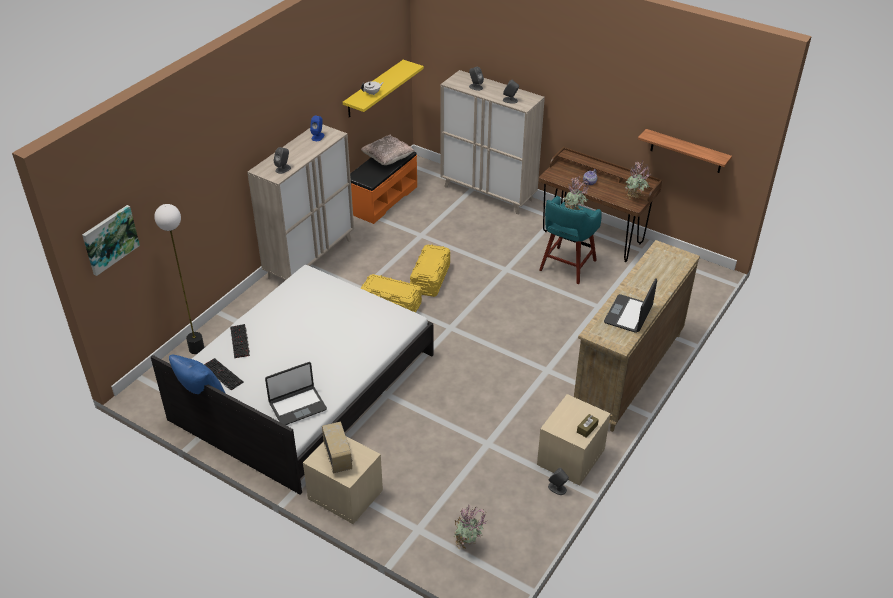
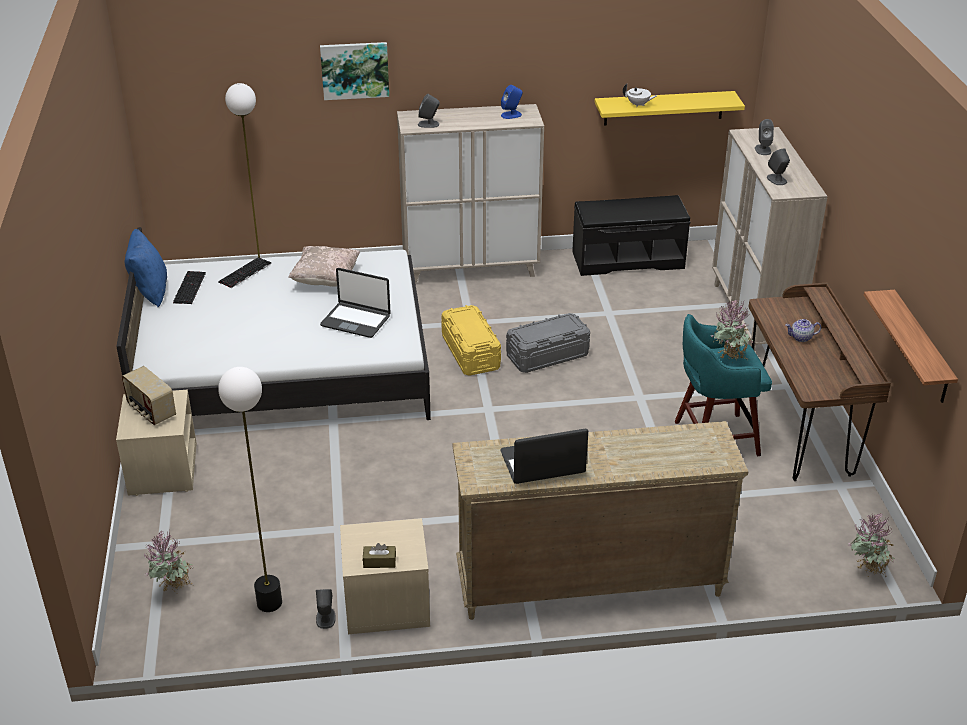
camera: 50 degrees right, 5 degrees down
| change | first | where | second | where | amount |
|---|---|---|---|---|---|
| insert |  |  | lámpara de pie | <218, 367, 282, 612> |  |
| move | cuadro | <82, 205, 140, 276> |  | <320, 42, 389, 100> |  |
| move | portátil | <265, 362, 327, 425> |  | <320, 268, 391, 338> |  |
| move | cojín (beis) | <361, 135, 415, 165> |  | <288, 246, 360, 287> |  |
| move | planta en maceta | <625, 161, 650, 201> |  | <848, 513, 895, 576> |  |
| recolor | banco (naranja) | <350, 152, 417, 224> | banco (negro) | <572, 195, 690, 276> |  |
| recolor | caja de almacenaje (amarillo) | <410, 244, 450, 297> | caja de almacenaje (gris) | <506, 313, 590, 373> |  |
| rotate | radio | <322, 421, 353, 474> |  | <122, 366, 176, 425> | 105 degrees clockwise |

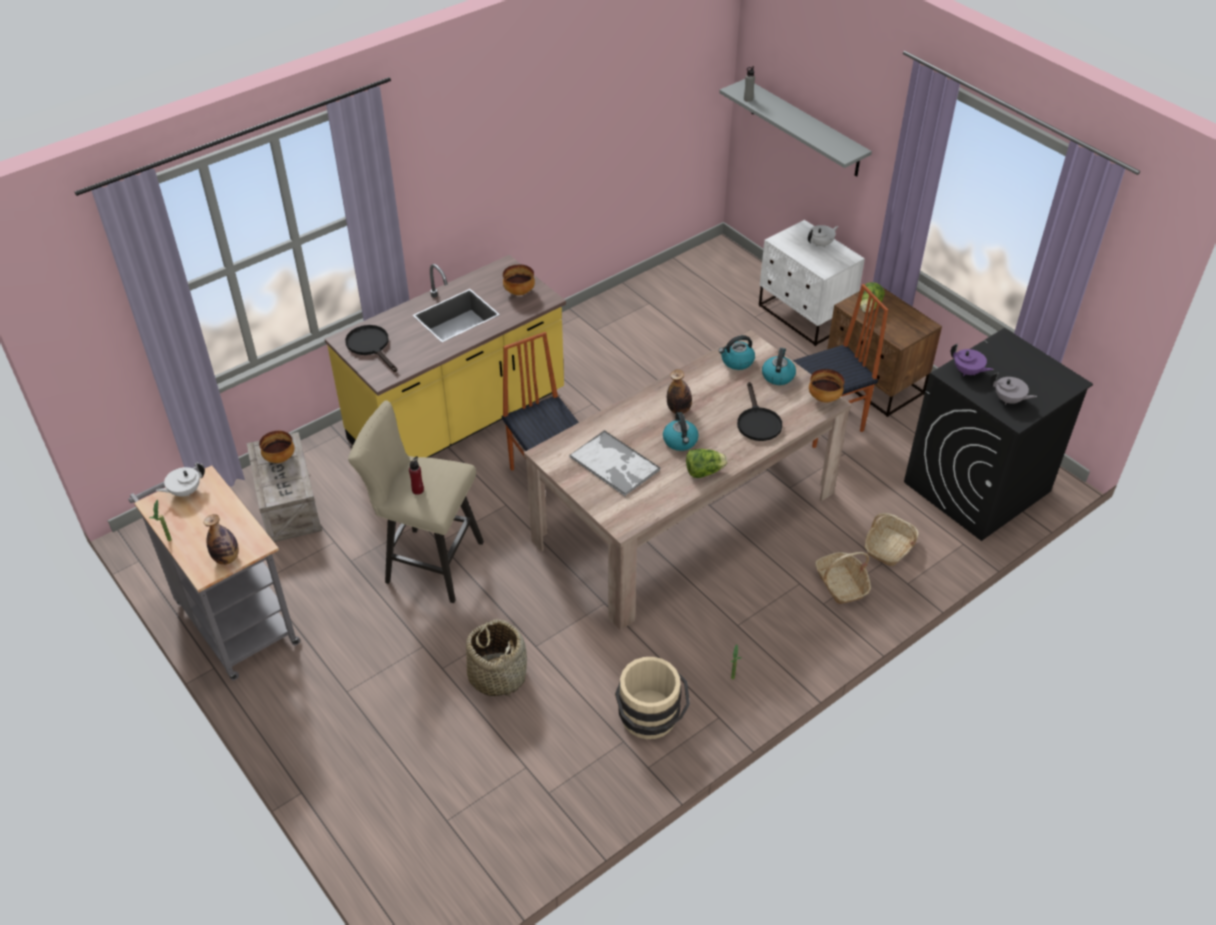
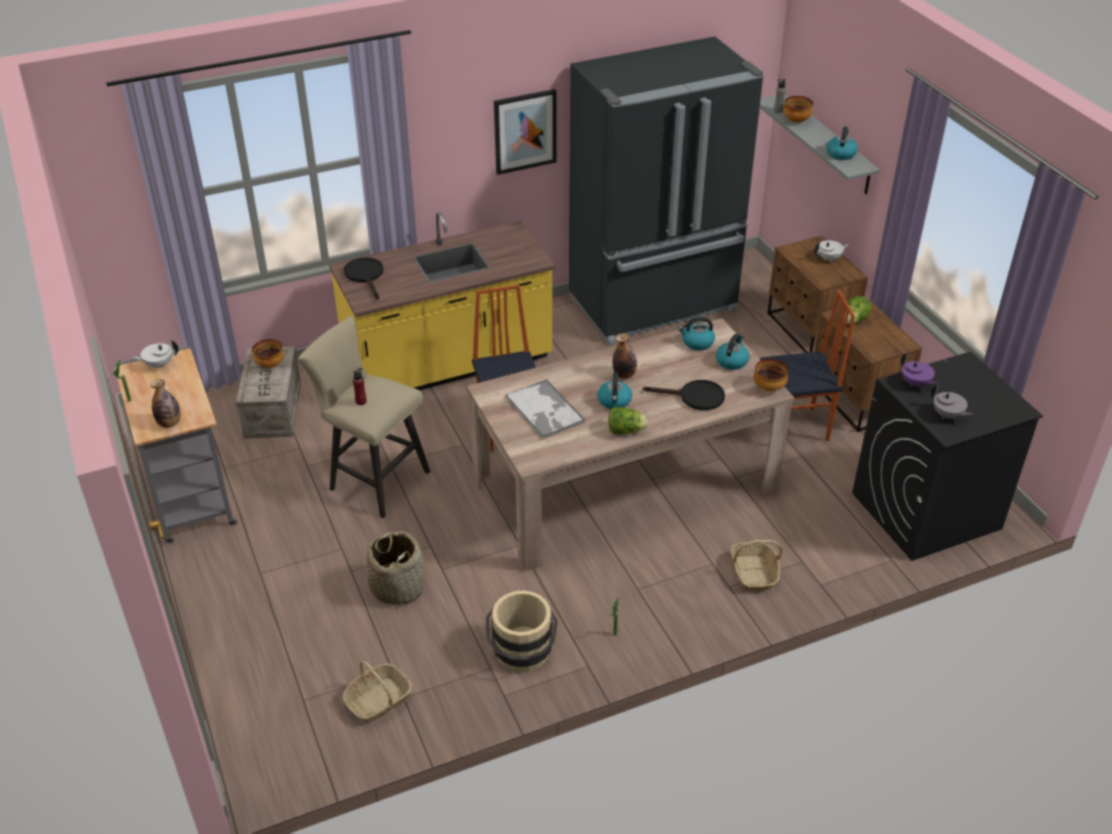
camera: 15 degrees right, 5 degrees down
| change | first | where | second | where | amount |
|---|---|---|---|---|---|
| insert |  |  | cuadro | <494, 89, 556, 175> |  |
| insert |  |  | nevera (negro) | <569, 36, 764, 345> |  |
| insert |  |  | hervidor | <827, 126, 858, 160> |  |
| move | cuenco | <503, 264, 535, 295> |  | <783, 96, 813, 123> |  |
| move | cesta | <865, 513, 919, 566> |  | <342, 661, 412, 723> |  |
| recolor | mesita de noche (blanco) | <759, 220, 865, 346> | mesita de noche (marrón) | <768, 236, 868, 353> |  |
| rotate | sartén (negro) | <737, 382, 782, 441> |  | <643, 380, 725, 410> | 90 degrees counterclockwise |

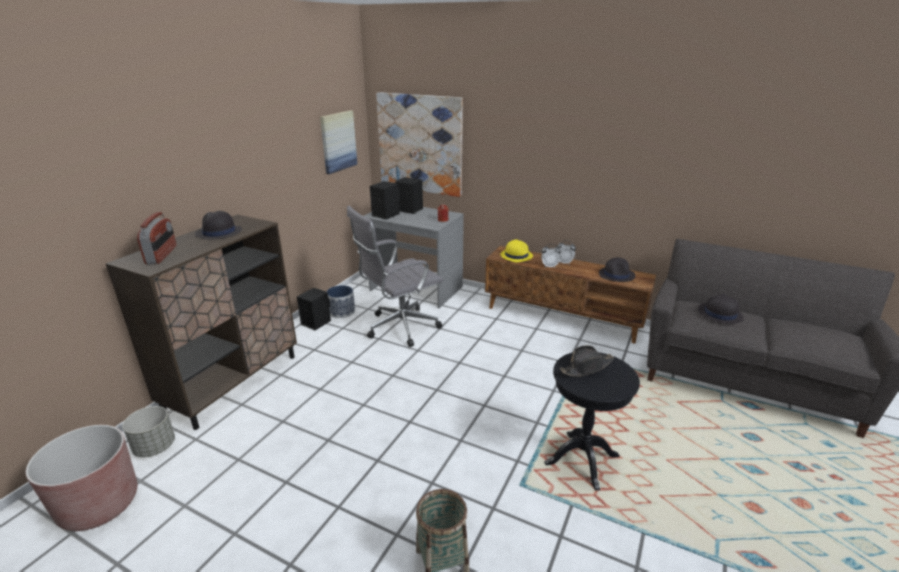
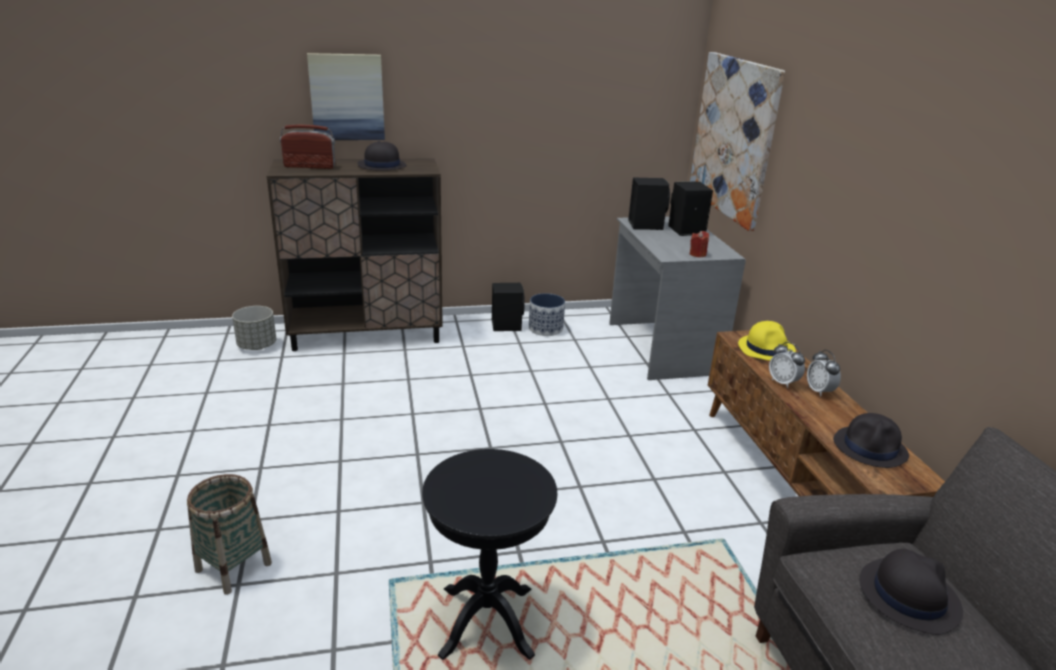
camera: 50 degrees right, 0 degrees up
| change | first | where | second | where | amount |
|---|---|---|---|---|---|
| delete | maceta (marrón) | <25, 425, 137, 531> |  |  |  |
| delete | silla de oficina (gris) | <347, 206, 443, 347> |  |  |  |
| delete | sombrero (negro) | <560, 345, 614, 377> |  |  |  |
| move | cuadro | <320, 111, 357, 174> |  | <307, 53, 385, 140> |  |
| rotate | radio | <137, 212, 176, 265> |  | <280, 125, 336, 169> | 135 degrees counterclockwise |

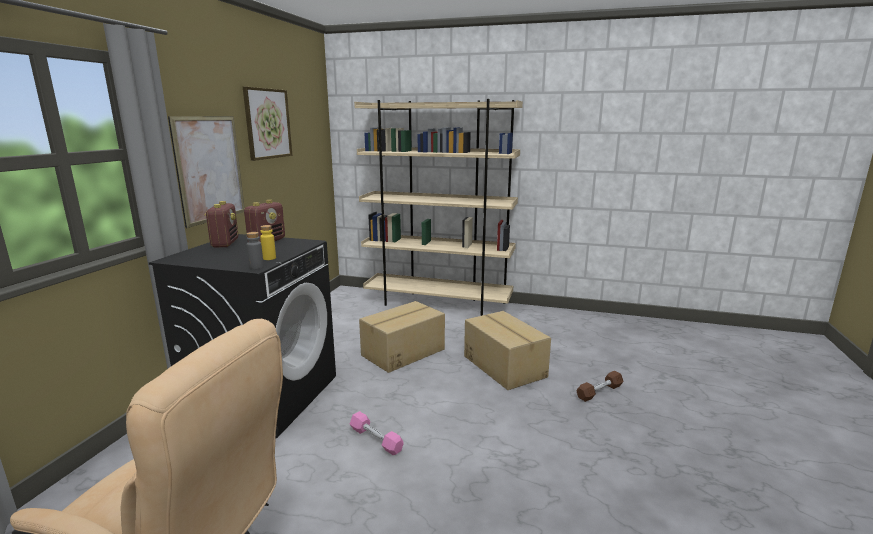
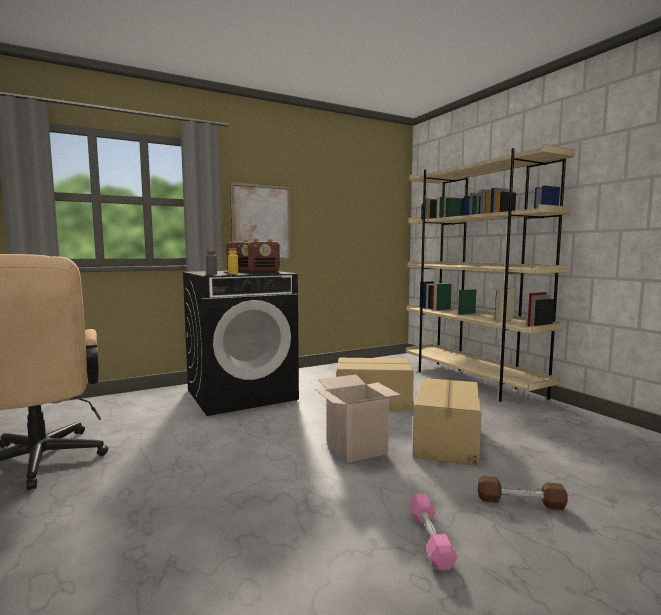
camera: 45 degrees right, 10 degrees down
| change | first | where | second | where | amount |
|---|---|---|---|---|---|
| delete | cuadro | <243, 87, 292, 161> |  |  |  |
| insert |  |  | caja de cartón | <315, 375, 401, 463> |  |
| move | mancuerna (rosa) | <350, 411, 404, 455> |  | <409, 494, 458, 570> |  |

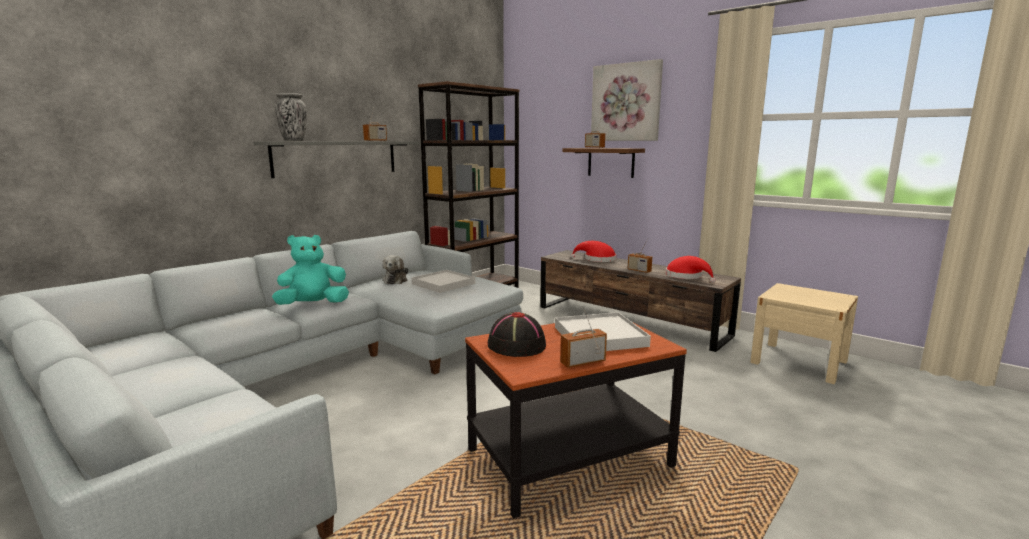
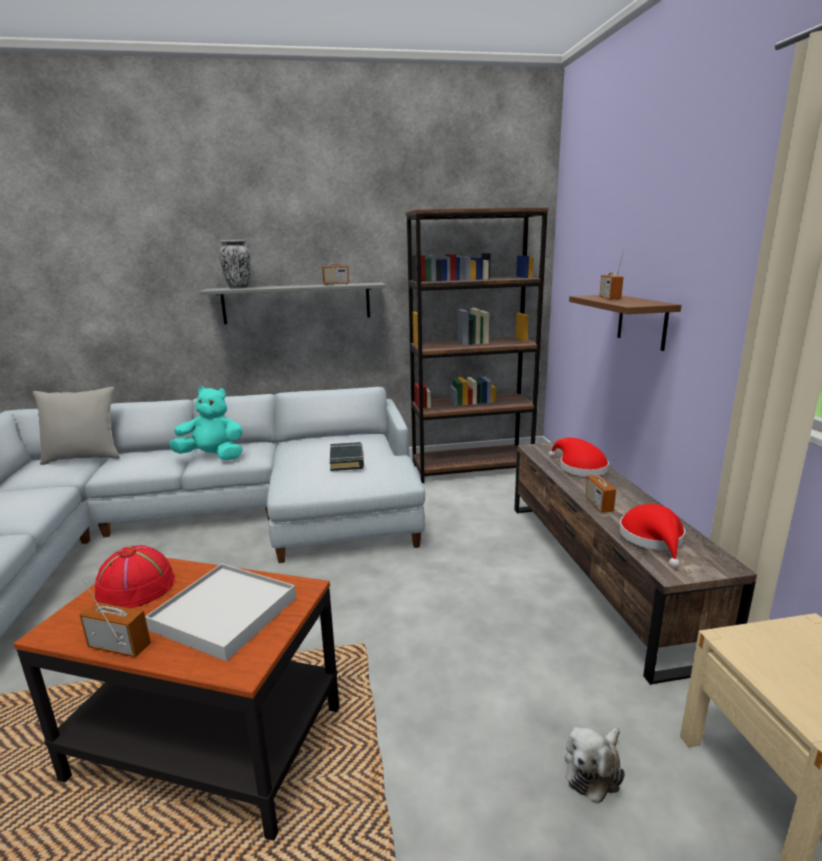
camera: 40 degrees right, 5 degrees up
| change | first | where | second | where | amount |
|---|---|---|---|---|---|
| delete | cuadro | <591, 59, 663, 141> |  |  |  |
| insert |  |  | cojín (gris) | <33, 387, 120, 465> |  |
| move | peluche | <382, 255, 408, 284> |  | <565, 727, 625, 804> |  |
| replace | bandeja (blanco) | <412, 270, 475, 293> | libro (negro) | <330, 442, 364, 471> |  |
| recolor | sombrero (negro) | <487, 312, 546, 357> | sombrero (rojo) | <95, 545, 175, 608> |  |

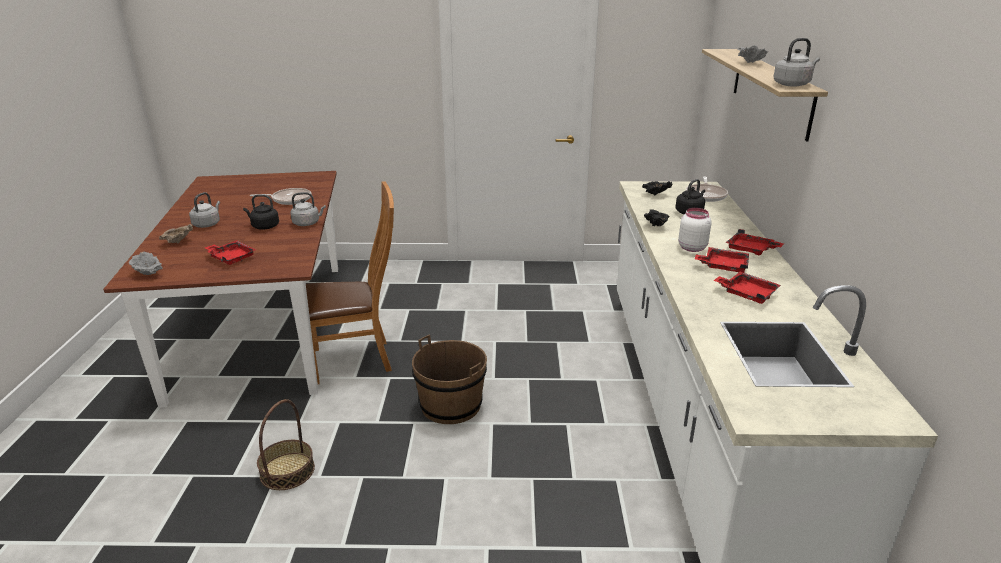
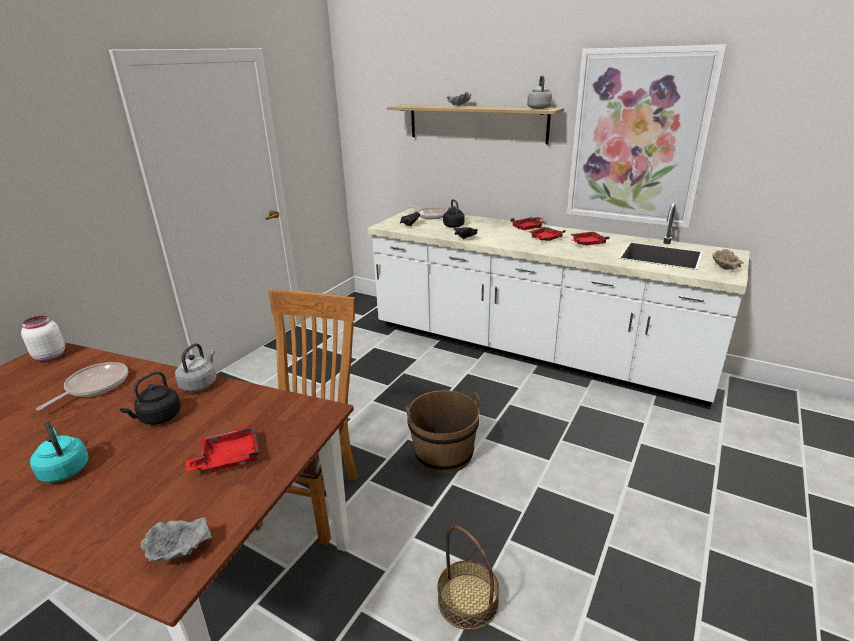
camera: 60 degrees left, 0 degrees up
| change | first | where | second | where | amount |
|---|---|---|---|---|---|
| insert |  |  | cuadro | <567, 44, 727, 228> |  |
| move | cuenco (beis) | <159, 224, 193, 243> |  | <712, 249, 744, 270> |  |
| move | tarro (blanco) | <678, 208, 712, 252> |  | <21, 315, 65, 361> |  |
| recolor | hervidor (gris) | <189, 192, 220, 228> | hervidor (turquesa) | <30, 421, 89, 482> |  |

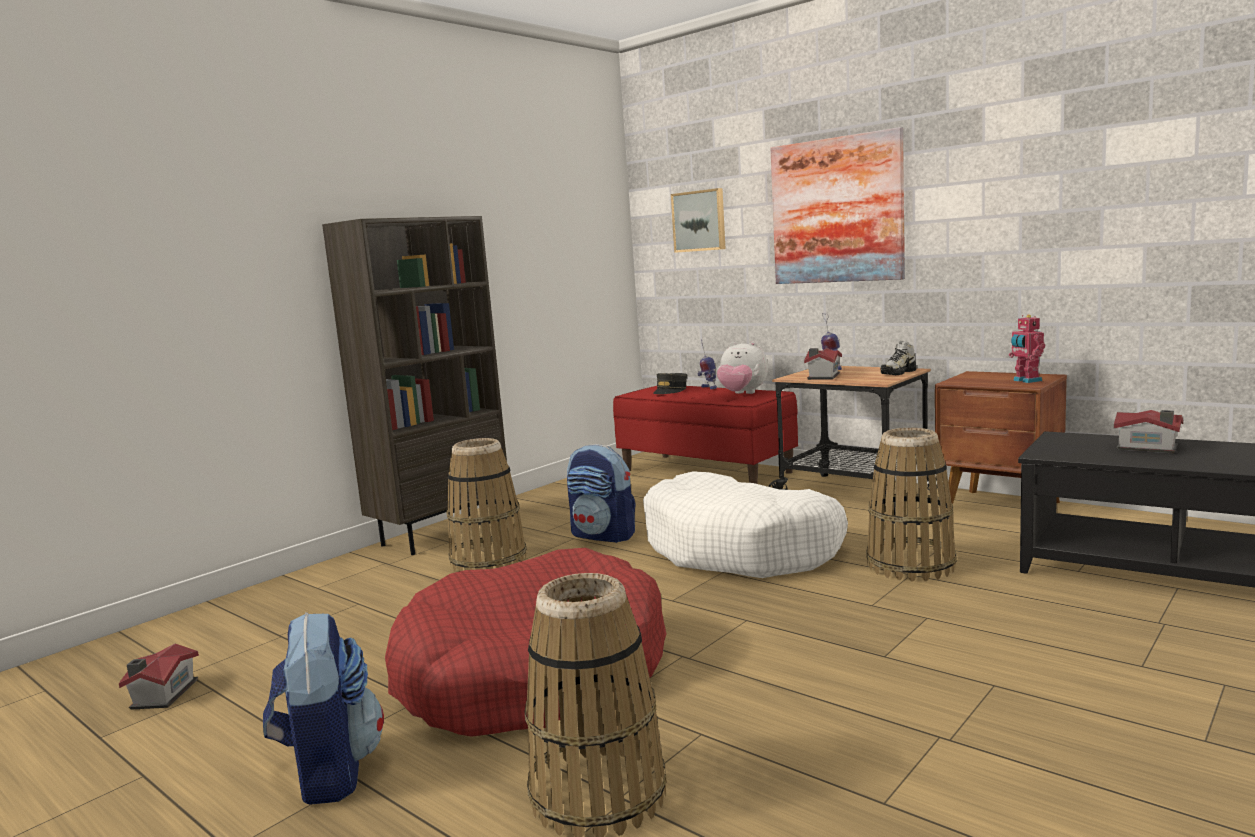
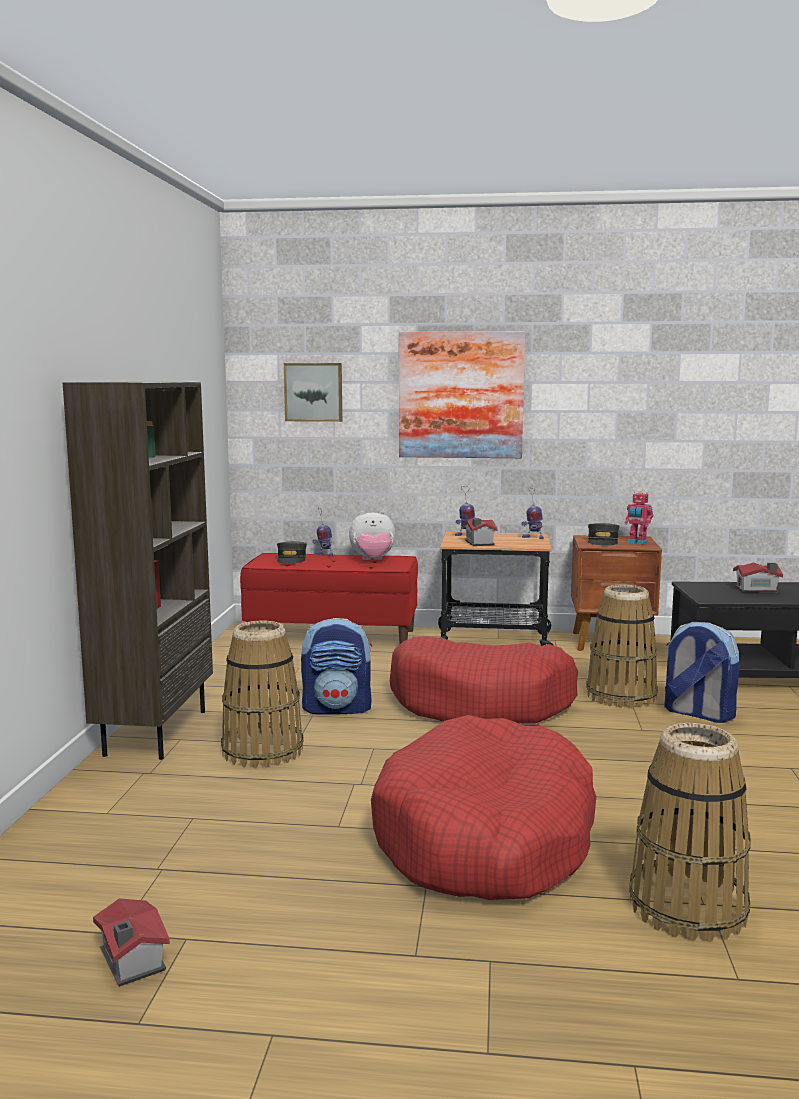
camera: 35 degrees left, 0 degrees up
| change | first | where | second | where | amount |
|---|---|---|---|---|---|
| insert |  |  | gorra (gris) | <588, 523, 619, 546> |  |
| move | mochila | <263, 612, 384, 805> |  | <664, 622, 739, 723> |  |
| replace | zapato | <881, 341, 916, 375> | robot de juguete | <521, 487, 544, 539> |  |
| recolor | cama para perro (blanco) | <643, 471, 848, 578> | cama para perro (rojo) | <390, 636, 578, 724> |  |

